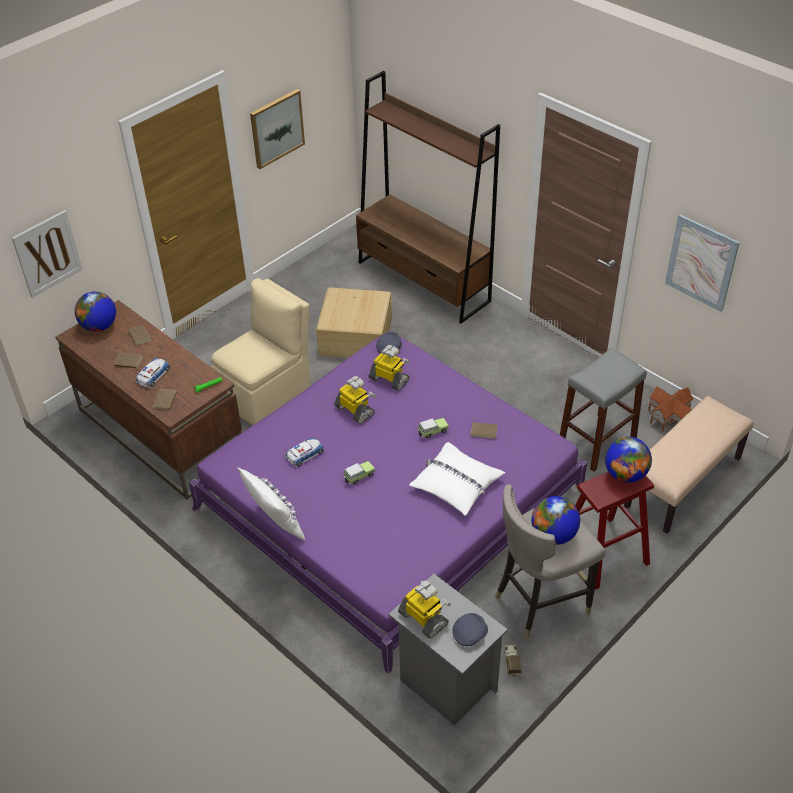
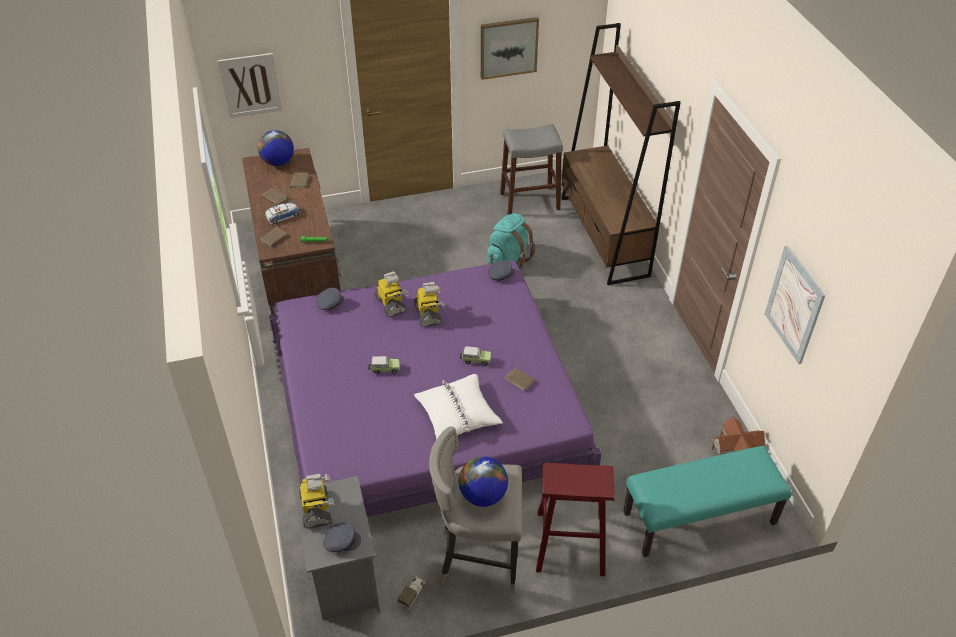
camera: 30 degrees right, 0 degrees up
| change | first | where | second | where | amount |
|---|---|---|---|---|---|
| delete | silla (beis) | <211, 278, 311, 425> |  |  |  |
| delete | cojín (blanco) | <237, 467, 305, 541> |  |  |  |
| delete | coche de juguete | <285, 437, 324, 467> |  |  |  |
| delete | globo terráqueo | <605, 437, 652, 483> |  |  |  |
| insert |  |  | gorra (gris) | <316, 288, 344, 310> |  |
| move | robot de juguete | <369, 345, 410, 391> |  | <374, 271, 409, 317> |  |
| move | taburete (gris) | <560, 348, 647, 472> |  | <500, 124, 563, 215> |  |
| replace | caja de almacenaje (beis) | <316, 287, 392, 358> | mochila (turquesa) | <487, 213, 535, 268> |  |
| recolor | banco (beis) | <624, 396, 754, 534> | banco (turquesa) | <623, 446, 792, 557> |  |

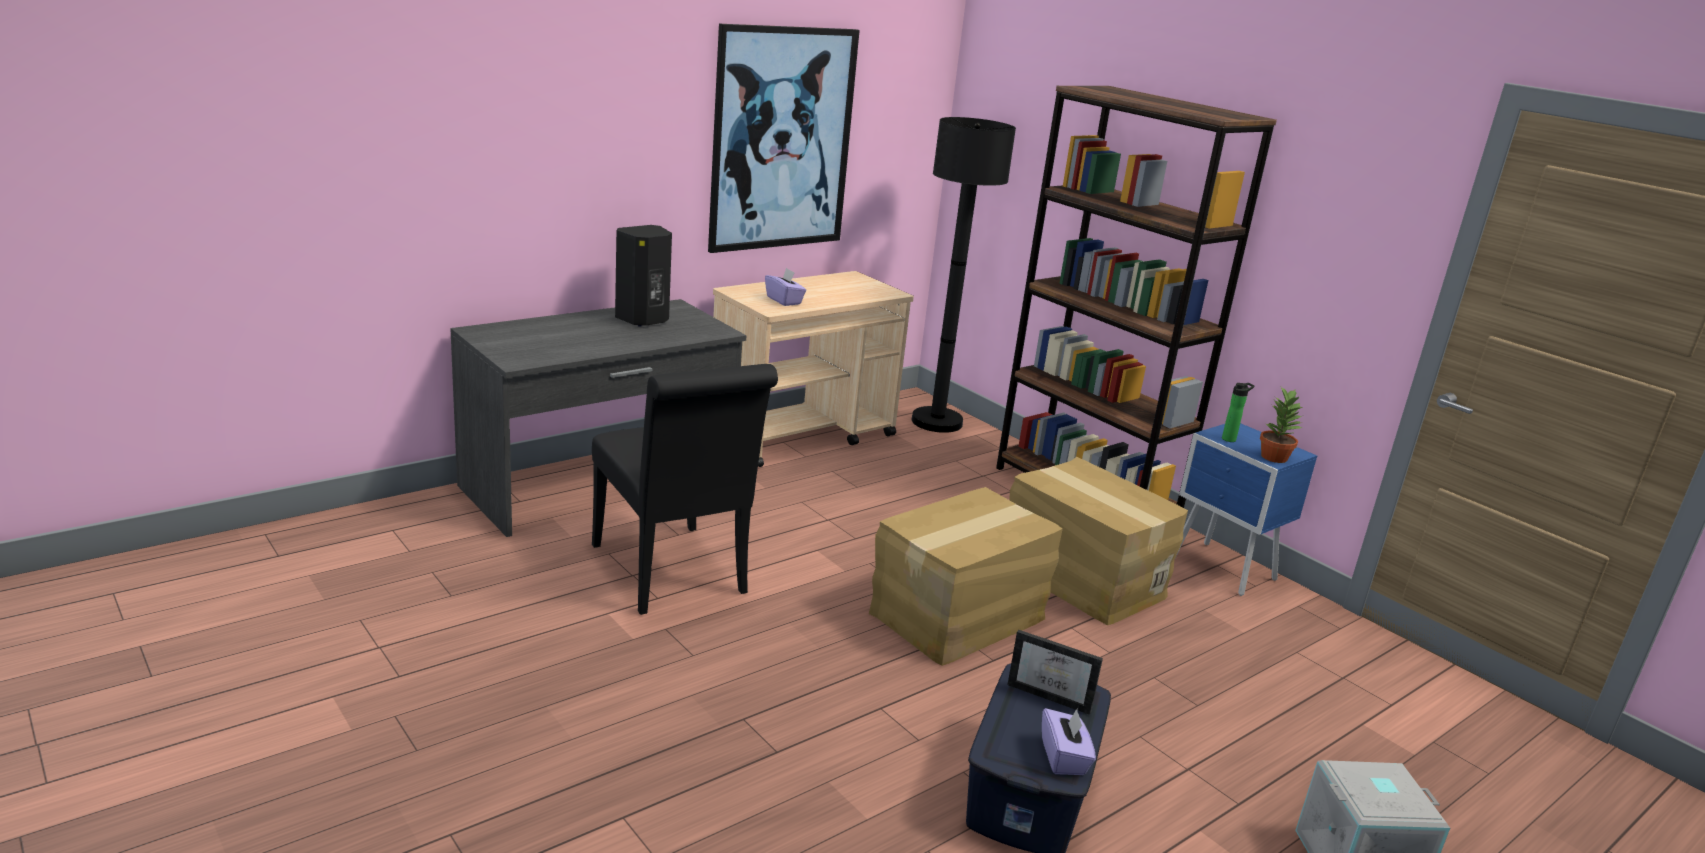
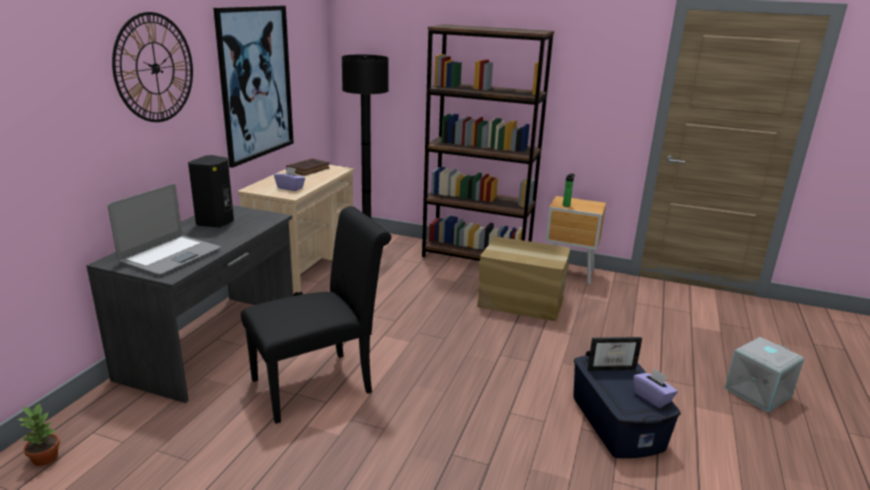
camera: 30 degrees left, 0 degrees up
| change | first | where | second | where | amount |
|---|---|---|---|---|---|
| delete | caja de cartón | <869, 487, 1063, 666> |  |  |  |
| insert |  |  | portátil | <108, 184, 221, 275> |  |
| insert |  |  | reloj de pared | <112, 12, 193, 122> |  |
| insert |  |  | libro (marrón) | <286, 158, 330, 176> |  |
| move | planta en maceta | <1260, 387, 1304, 463> |  | <17, 403, 60, 466> |  |
| recolor | mesita de noche (azul) | <1175, 423, 1317, 596> | mesita de noche (marrón) | <545, 196, 606, 284> |  |
| rotate | silla (negro) | <592, 364, 778, 615> |  | <241, 206, 391, 424> | 60 degrees counterclockwise |

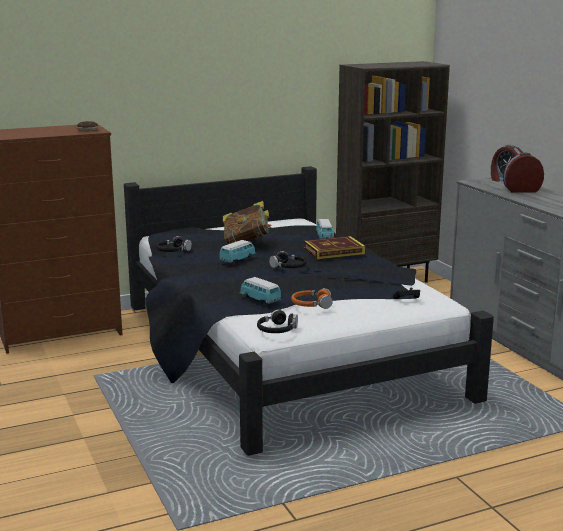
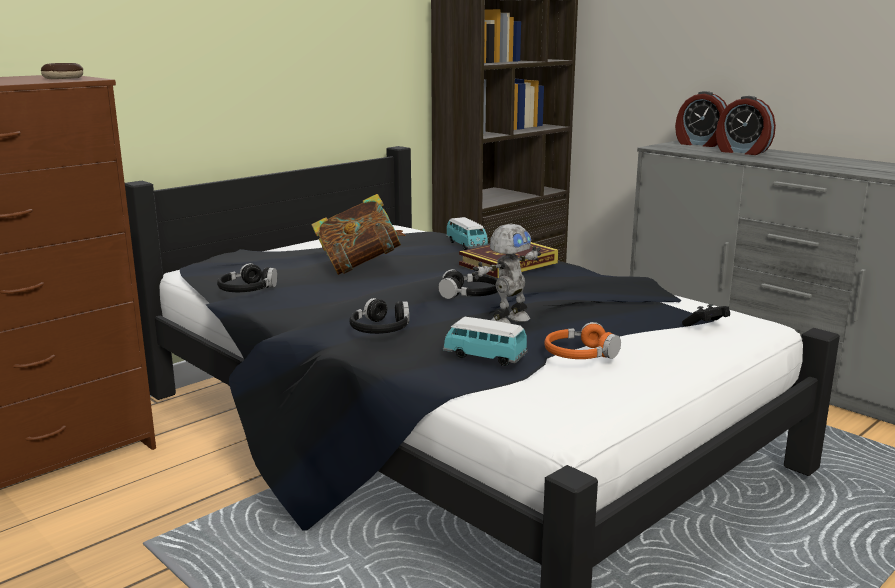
camera: 20 degrees left, 0 degrees up
| change | first | where | second | where | amount |
|---|---|---|---|---|---|
| delete | coche de juguete | <219, 240, 256, 264> |  |  |  |
| insert |  |  | robot de juguete | <472, 224, 541, 324> |  |
| move | auriculares (negro) | <257, 309, 298, 333> |  | <349, 298, 409, 334> |  |
| rotate | despertador | <503, 153, 544, 193> |  | <716, 96, 776, 155> | 120 degrees counterclockwise |

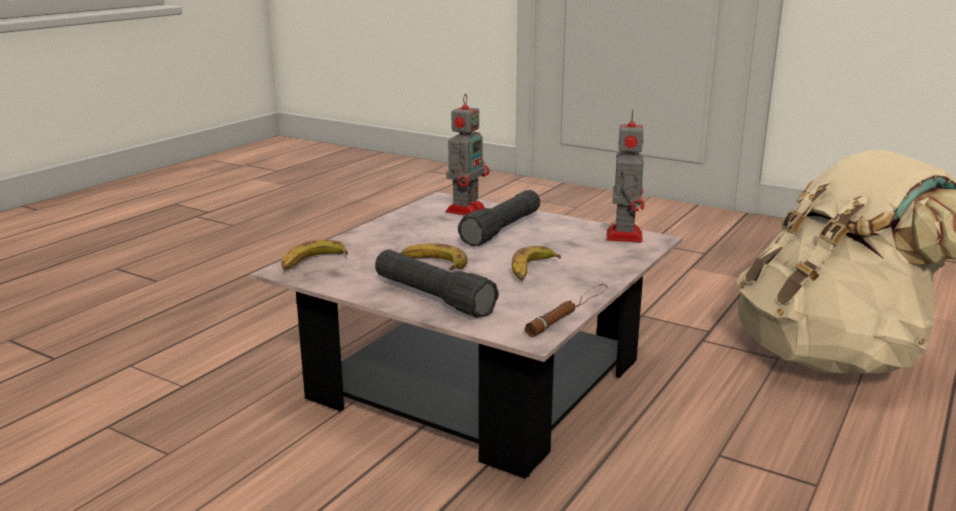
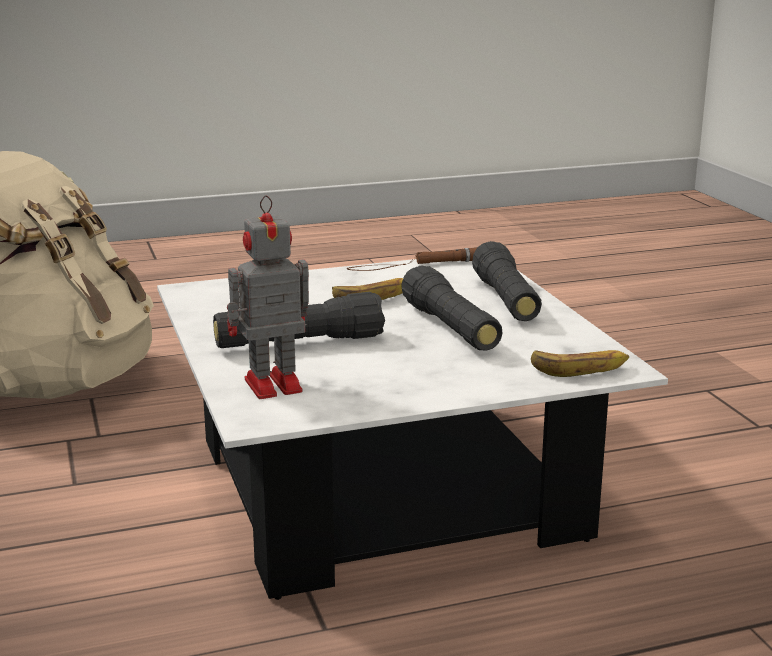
camera: 140 degrees left, 0 degrees up
| change | first | where | second | where | amount |
|---|---|---|---|---|---|
| delete | robot de juguete | <606, 110, 644, 242> |  |  |  |
| replace | plátano | <401, 243, 468, 271> | linterna (negro) | <401, 266, 502, 351> |  |
| recolor | mesa de centro (rosa) | <250, 192, 682, 479> | mesa de centro (blanco) | <157, 259, 668, 600> |  |

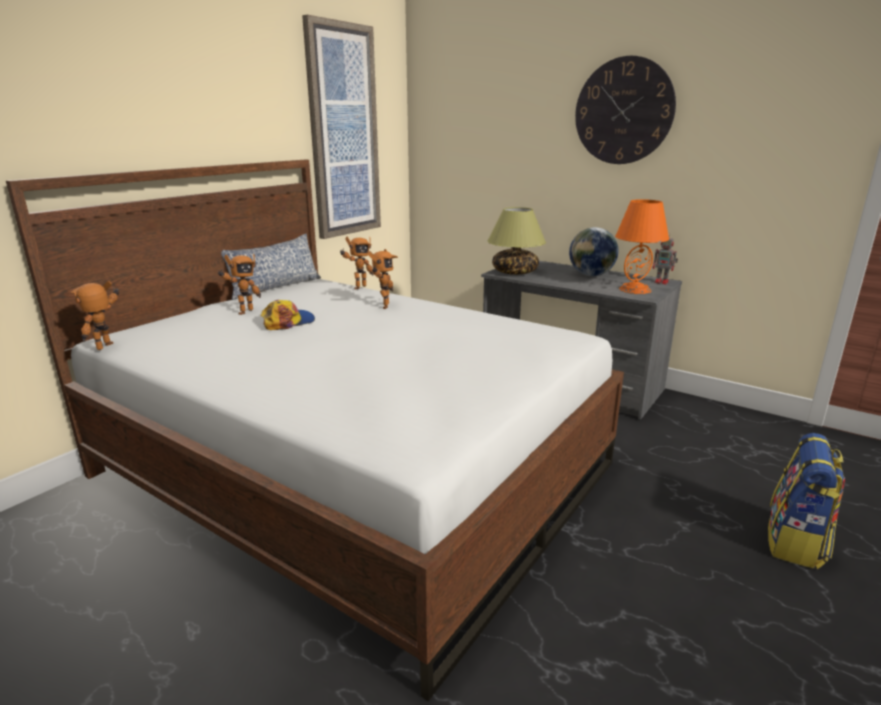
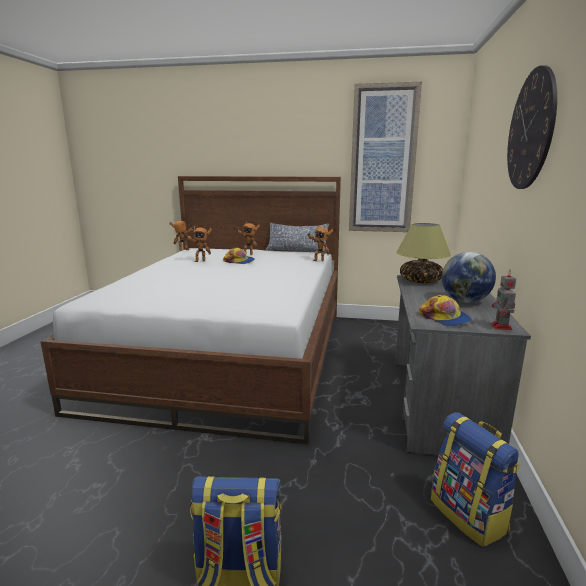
camera: 65 degrees right, 5 degrees down
| change | first | where | second | where | amount |
|---|---|---|---|---|---|
| insert |  |  | mochila | <431, 412, 520, 547> |  |
| move | robot de juguete | <367, 249, 398, 309> |  | <184, 227, 212, 262> |  |
| replace | lámpara de mesa (naranja) | <615, 199, 669, 294> | gorra | <419, 295, 472, 326> |  |

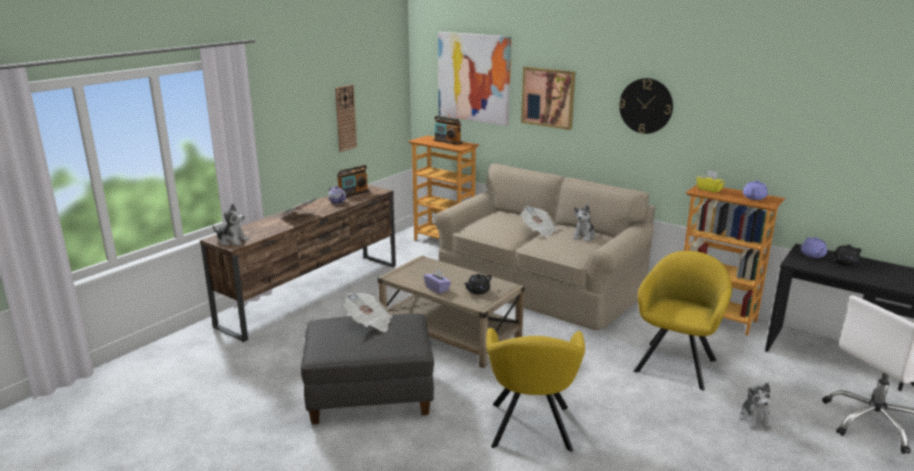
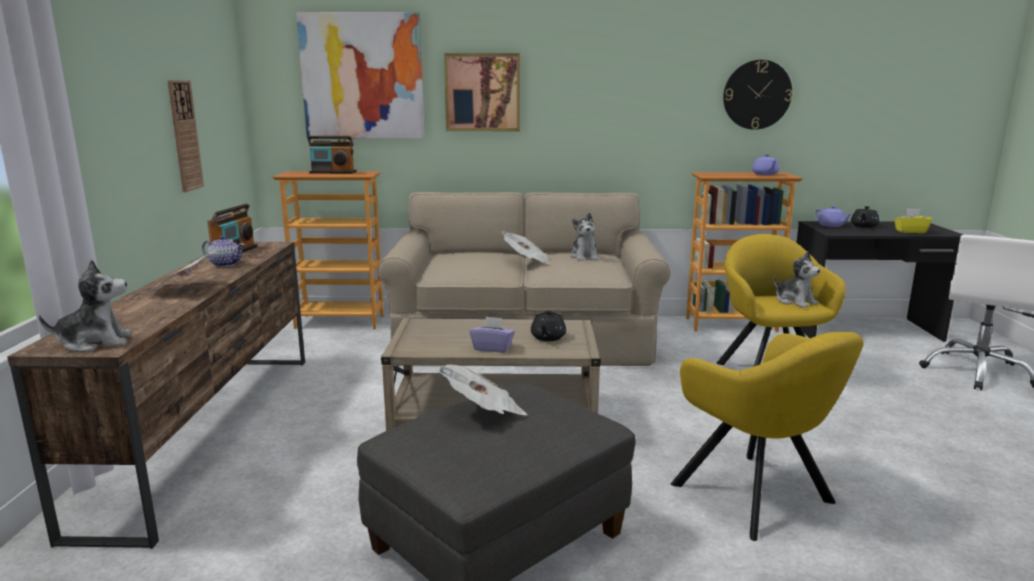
camera: 35 degrees left, 5 degrees down
| change | first | where | second | where | amount |
|---|---|---|---|---|---|
| move | reloj de pared | <619, 78, 673, 134> |  | <723, 60, 792, 130> |  |
| move | caja de pañuelos (amarillo) | <696, 170, 725, 193> |  | <894, 208, 932, 233> |  |
| move | peluche | <739, 383, 772, 429> |  | <774, 251, 821, 308> |  |

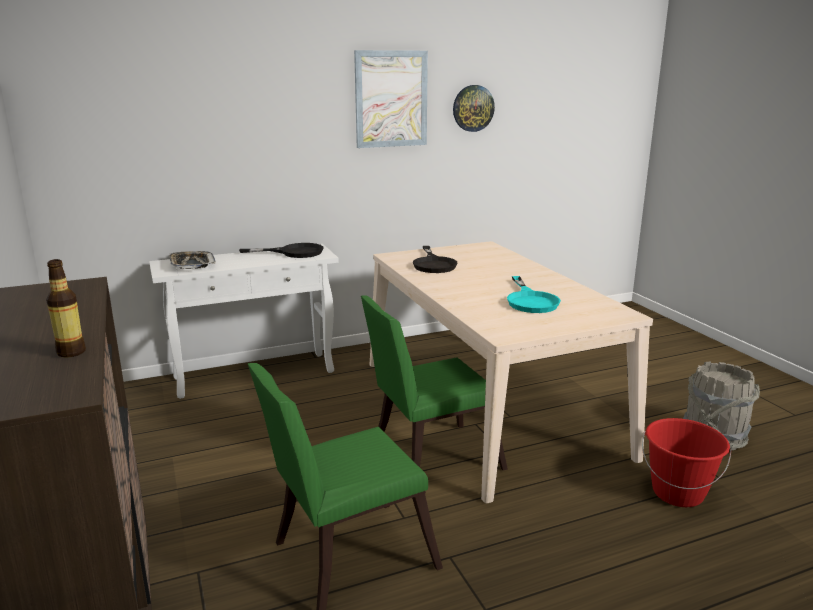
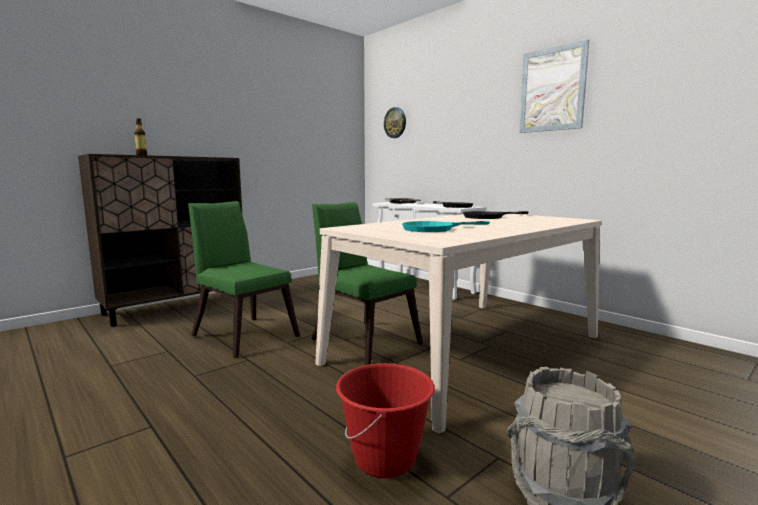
camera: 70 degrees right, 10 degrees down
| change | first | where | second | where | amount |
|---|---|---|---|---|---|
| move | reloj de pared | <453, 85, 495, 132> |  | <384, 107, 406, 138> |  |

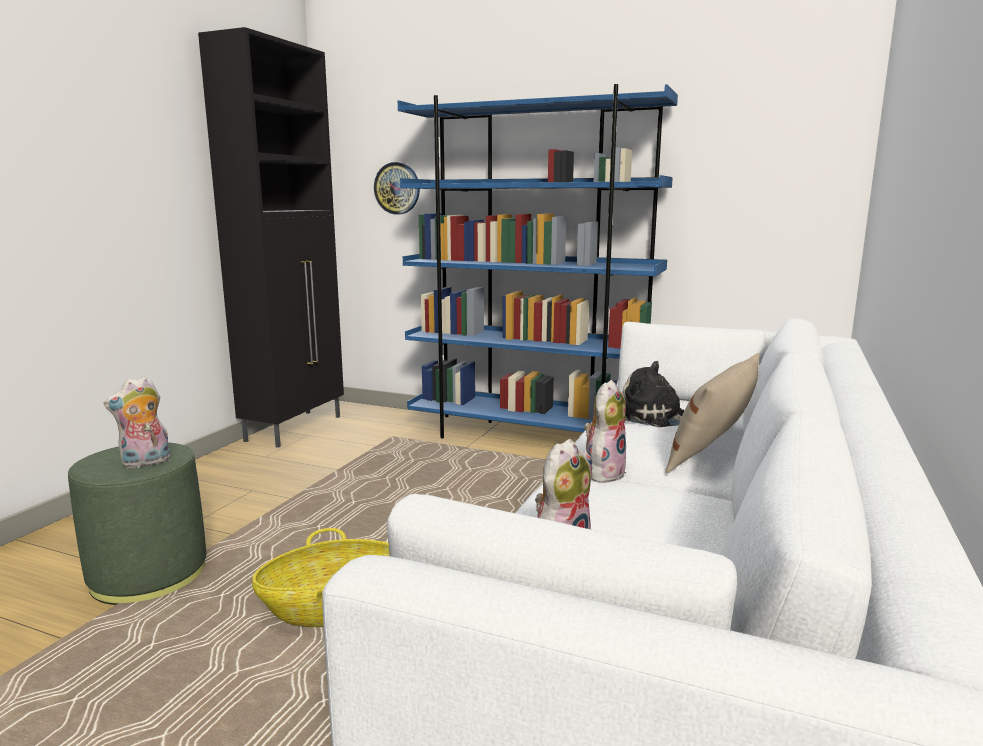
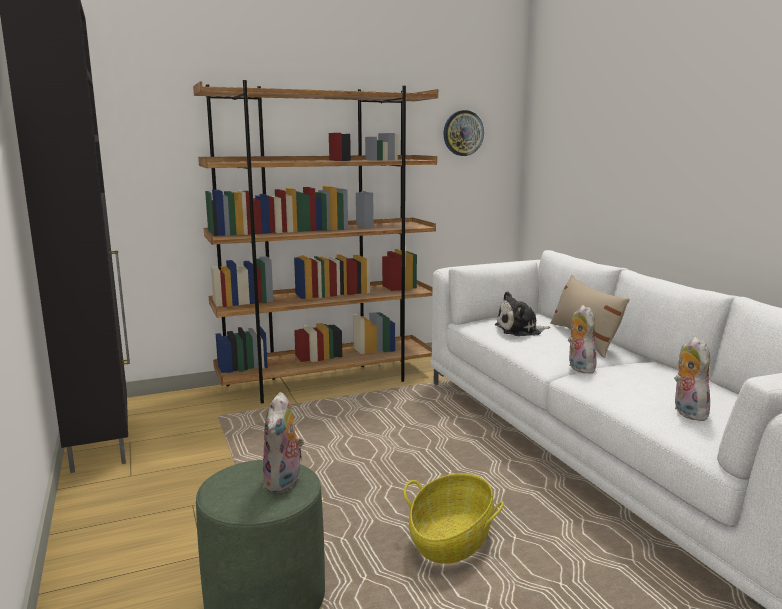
camera: 45 degrees left, 0 degrees up
| change | first | where | second | where | amount |
|---|---|---|---|---|---|
| move | reloj de pared | <374, 162, 420, 214> |  | <443, 110, 484, 156> |  |
| recolor | estantería (azul) | <398, 84, 678, 439> | estantería (marrón) | <193, 80, 438, 403> |  |

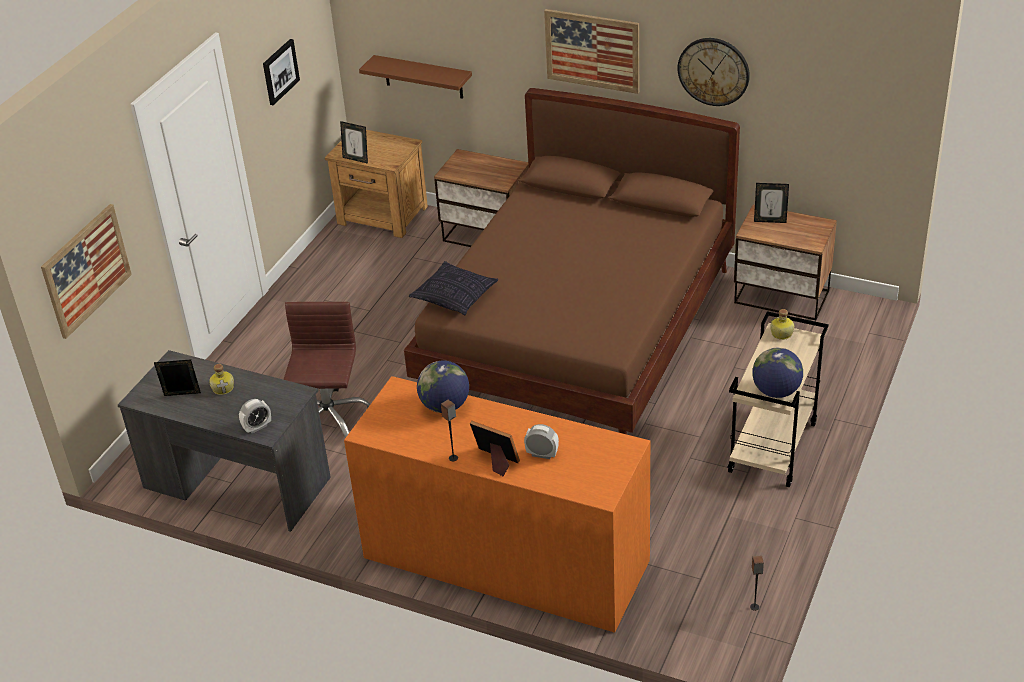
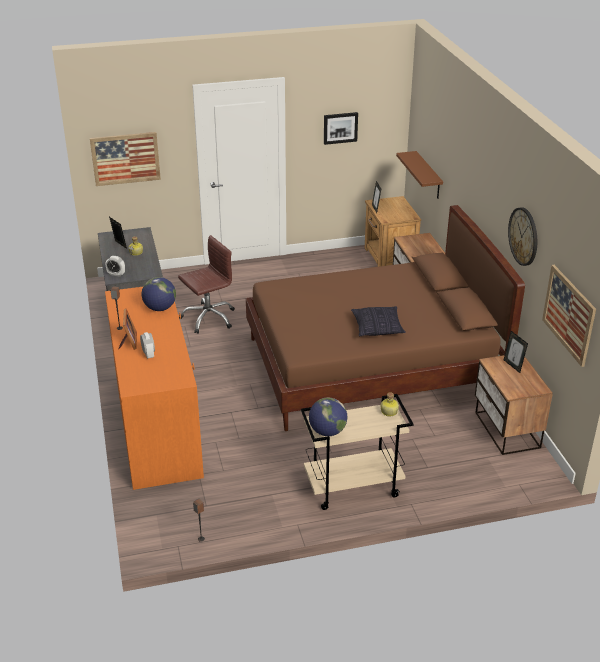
camera: 50 degrees right, 5 degrees down
| change | first | where | second | where | amount |
|---|---|---|---|---|---|
| move | cojín | <409, 261, 498, 315> |  | <351, 306, 405, 336> |  |
| move | cuadro | <544, 9, 639, 94> |  | <542, 265, 596, 367> |  |

